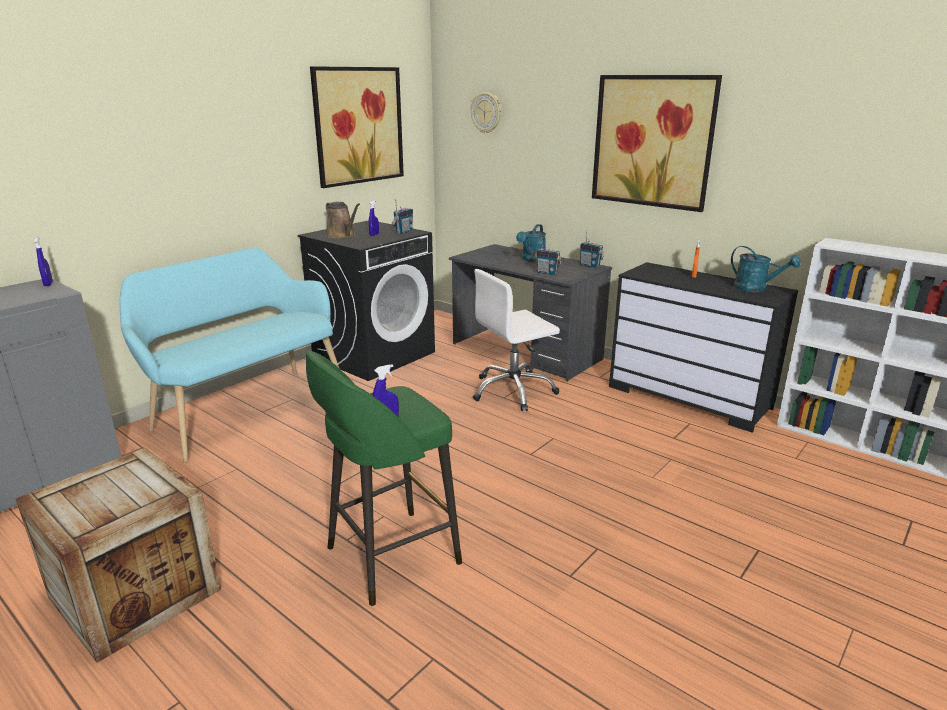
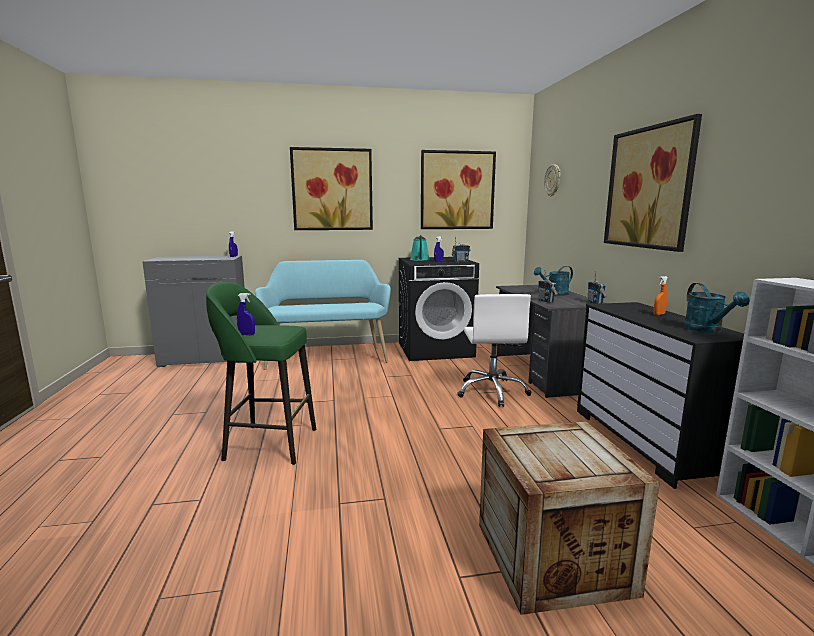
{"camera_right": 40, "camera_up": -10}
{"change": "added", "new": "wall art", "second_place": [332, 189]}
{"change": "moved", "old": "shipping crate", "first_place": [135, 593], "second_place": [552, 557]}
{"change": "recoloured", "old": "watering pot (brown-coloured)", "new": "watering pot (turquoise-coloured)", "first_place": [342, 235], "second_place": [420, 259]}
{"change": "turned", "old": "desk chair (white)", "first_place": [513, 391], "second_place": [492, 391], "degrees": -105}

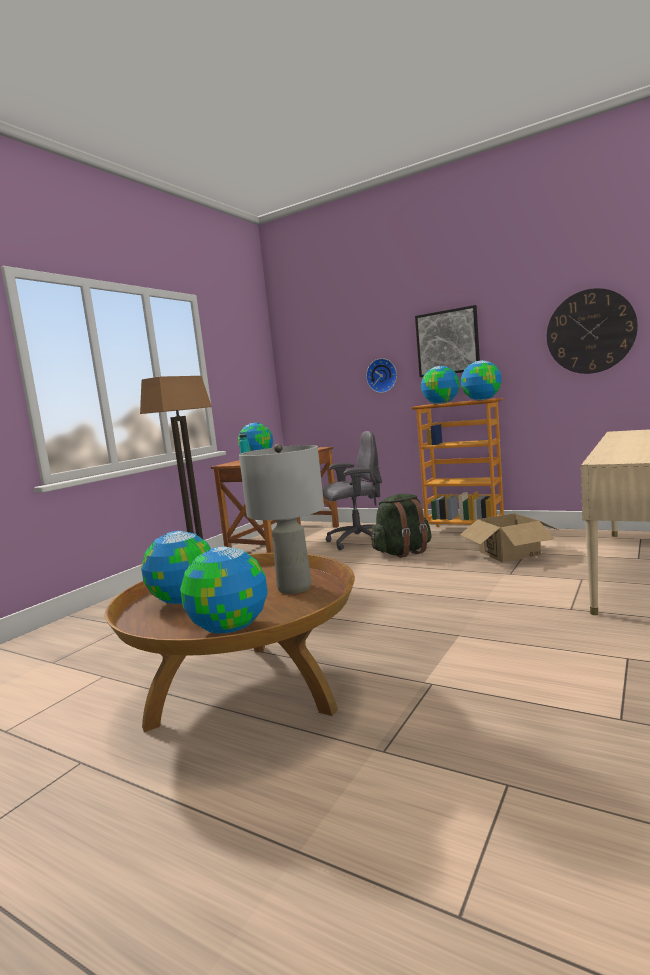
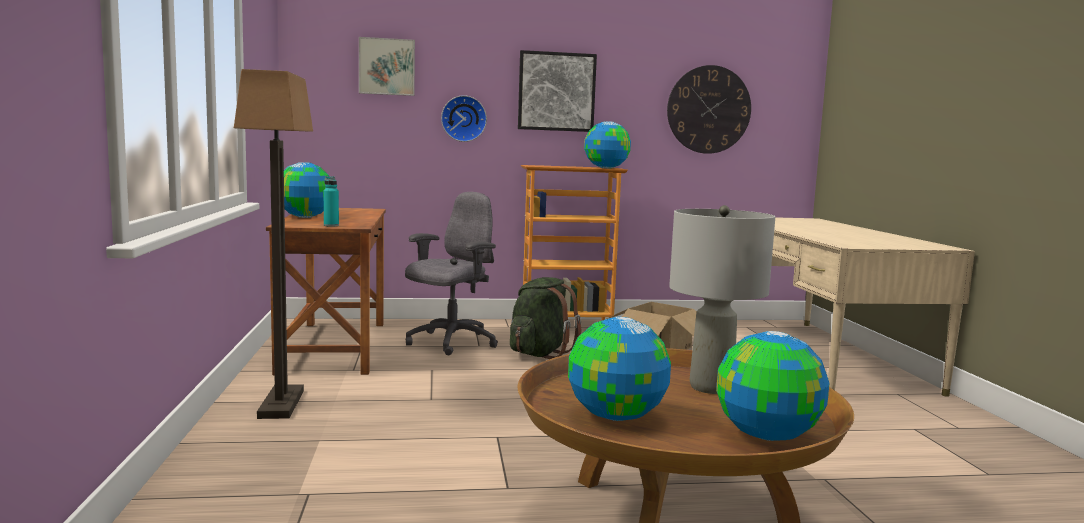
{"camera_right": -40, "camera_up": 0}
{"change": "removed", "old": "desk globe", "first_place": [441, 403]}
{"change": "added", "new": "wall art", "second_place": [387, 67]}

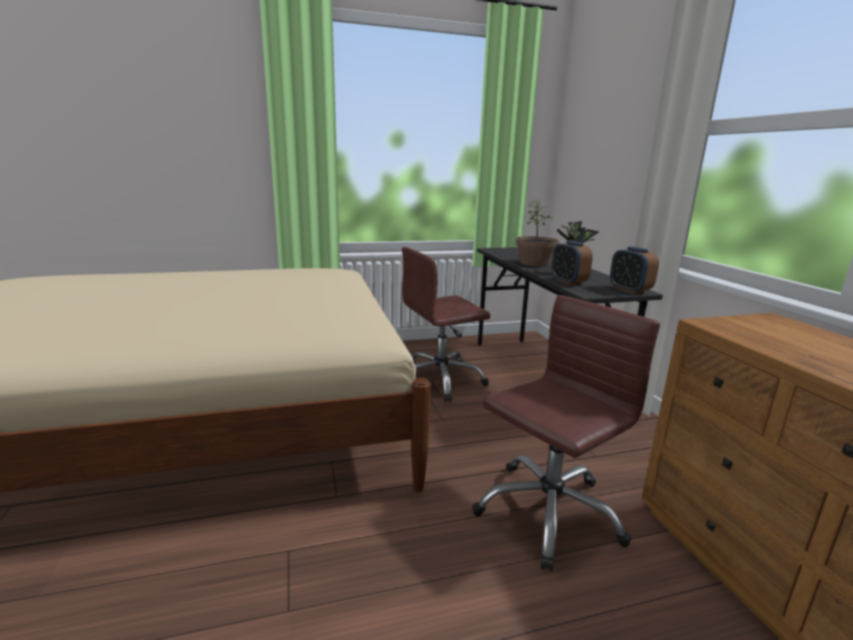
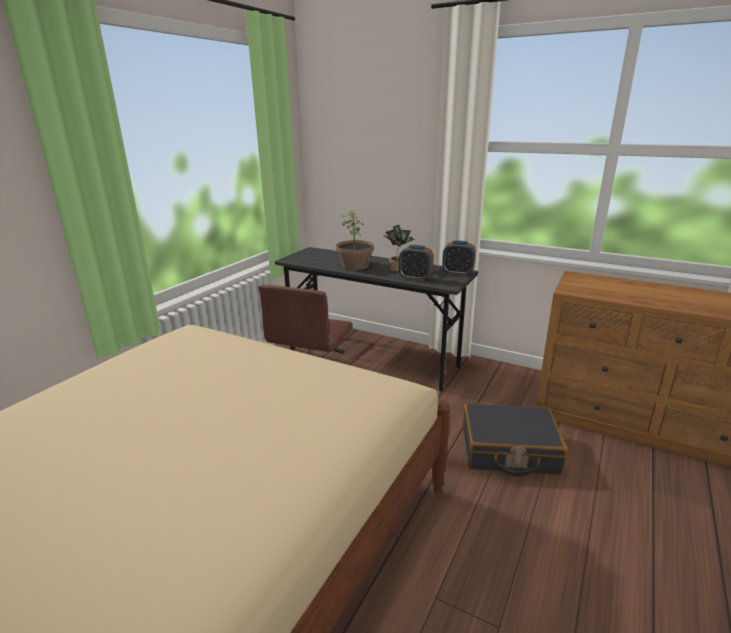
{"camera_right": -45, "camera_up": 5}
{"change": "replaced", "old": "desk chair (brown-coloured)", "new": "suitcase (black)", "first_place": [548, 511], "second_place": [509, 451]}

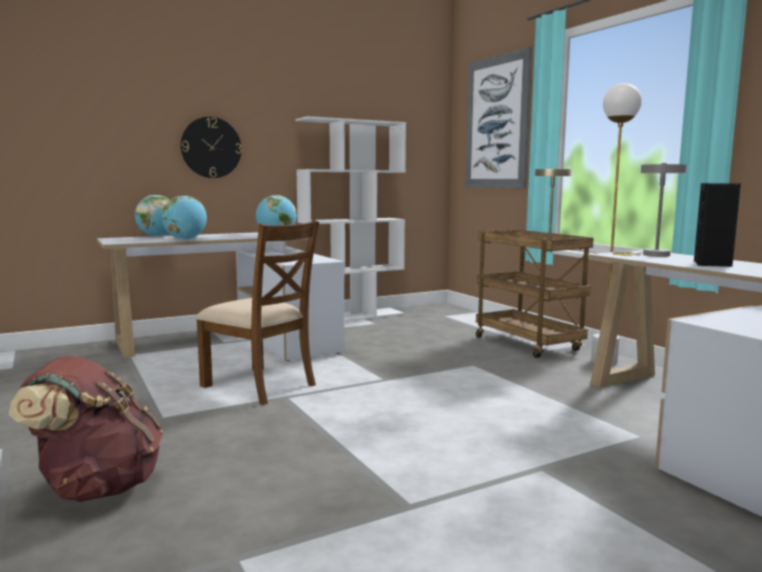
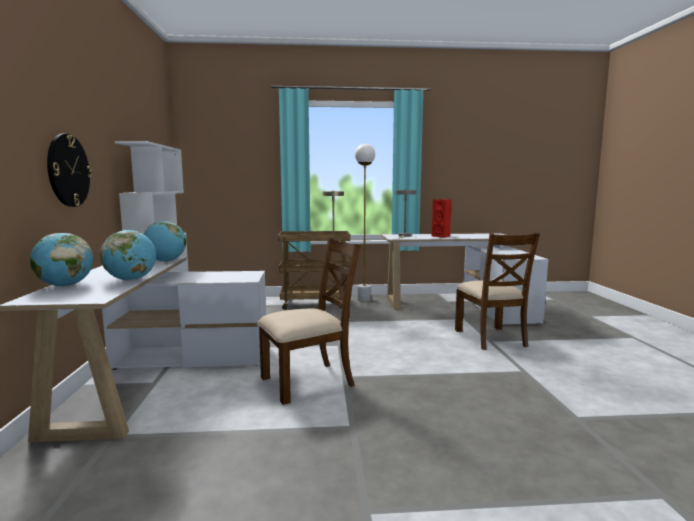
{"camera_right": -65, "camera_up": 0}
{"change": "removed", "old": "rucksack (brown-coloured)", "first_place": [96, 488]}
{"change": "removed", "old": "wall art", "first_place": [496, 122]}
{"change": "added", "new": "plain chair (brown-coloured)", "second_place": [491, 338]}
{"change": "recoloured", "old": "loudspeaker (black)", "new": "loudspeaker (red)", "first_place": [712, 264], "second_place": [441, 236]}

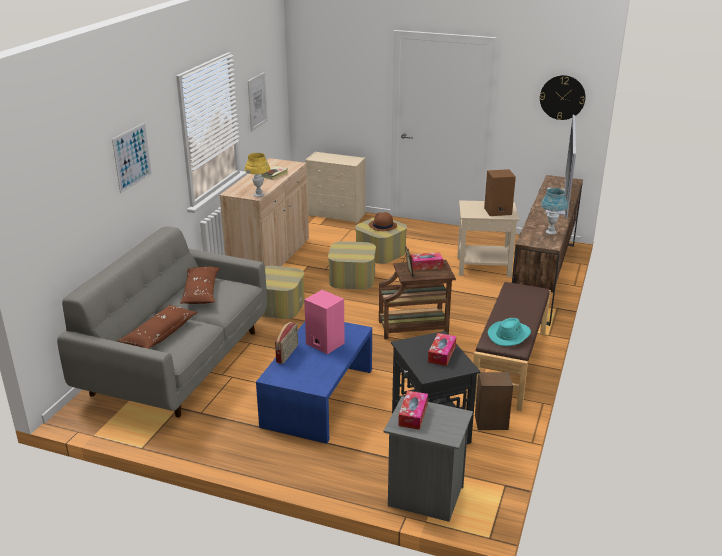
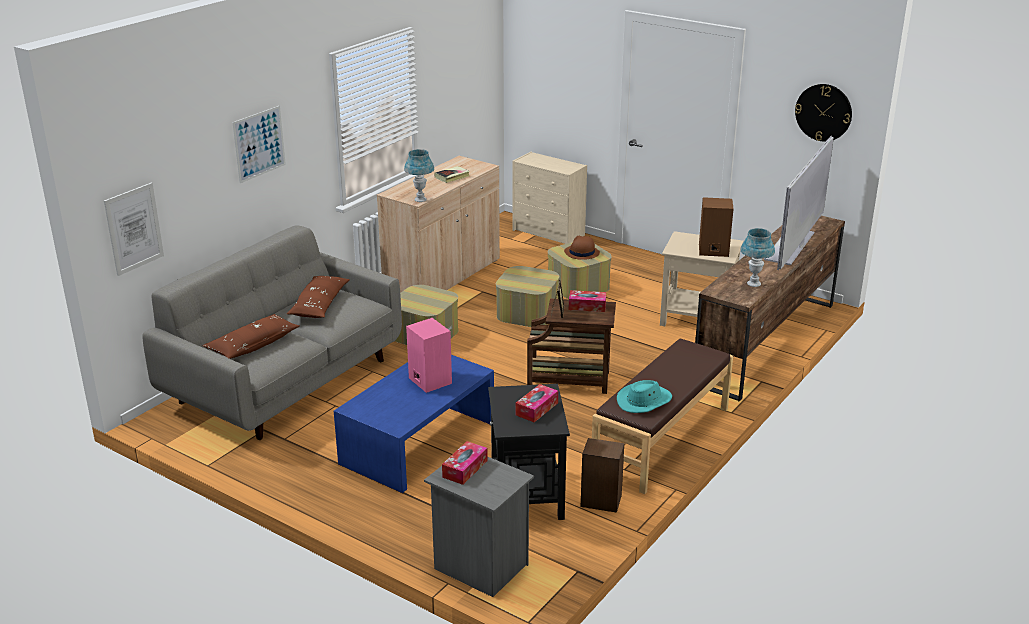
{"camera_right": 15, "camera_up": 0}
{"change": "removed", "old": "radio receiver", "first_place": [287, 354]}
{"change": "moved", "old": "wall art", "first_place": [257, 101], "second_place": [134, 229]}
{"change": "recoloured", "old": "tabletop lamp (yellow)", "new": "tabletop lamp (blue)", "first_place": [259, 195], "second_place": [420, 200]}

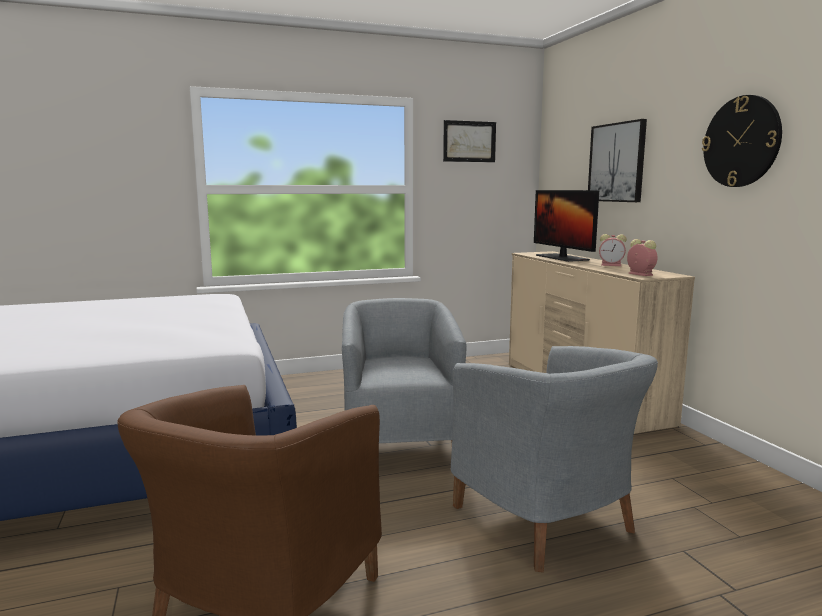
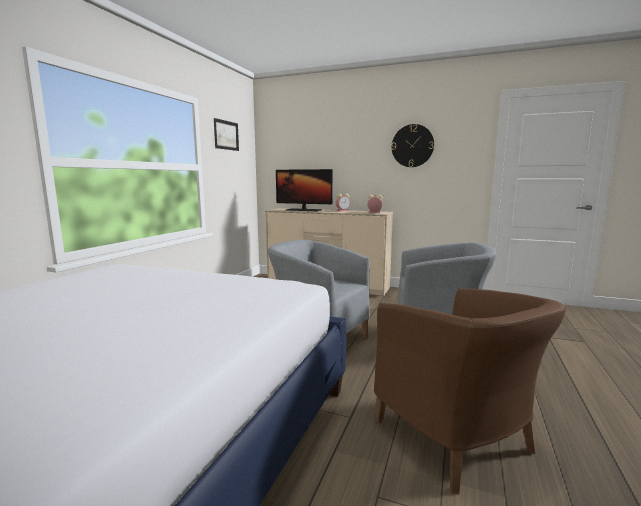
{"camera_right": -50, "camera_up": 0}
{"change": "removed", "old": "wall art", "first_place": [617, 162]}

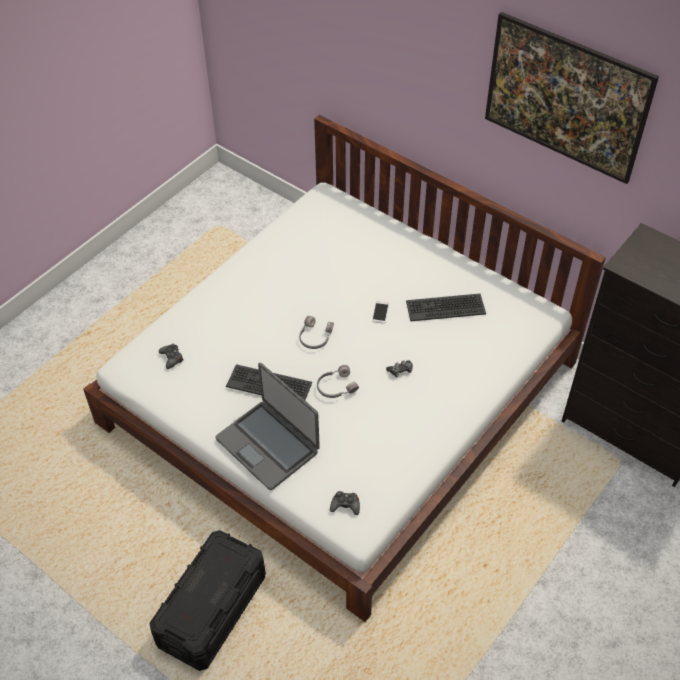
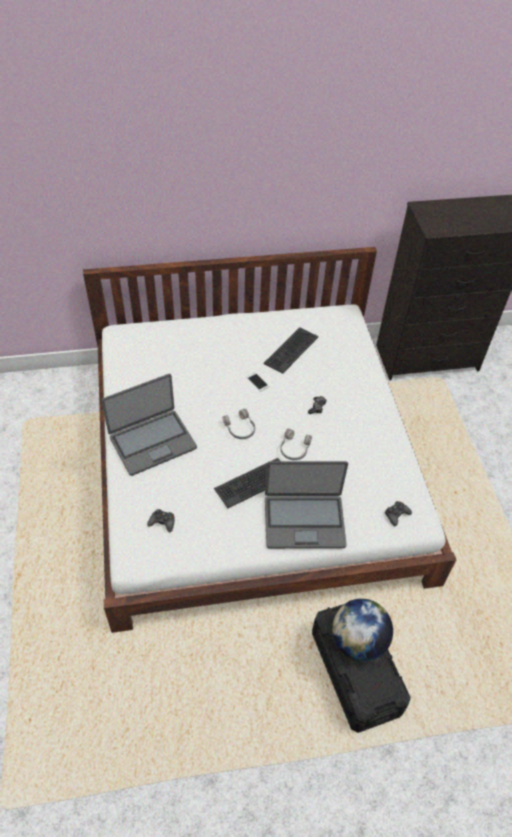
{"camera_right": -50, "camera_up": 0}
{"change": "removed", "old": "wall art", "first_place": [560, 123]}
{"change": "added", "new": "notebook computer", "second_place": [152, 442]}
{"change": "added", "new": "desk globe", "second_place": [358, 641]}

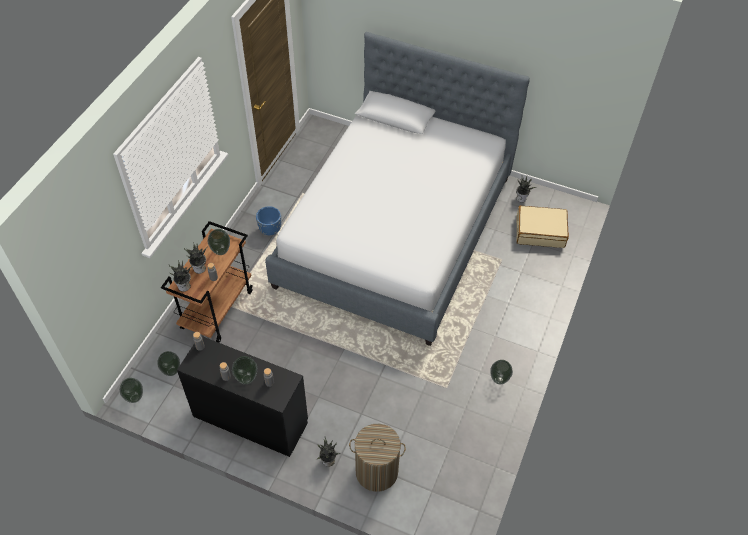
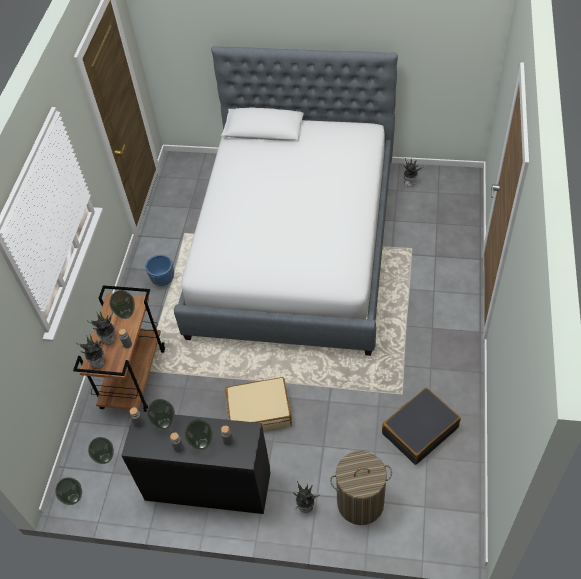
{"camera_right": -10, "camera_up": 0}
{"change": "added", "new": "suitcase (black)", "second_place": [419, 430]}
{"change": "moved", "old": "decorative vase", "first_place": [499, 380], "second_place": [165, 424]}
{"change": "moved", "old": "suitcase (beige-coloured)", "first_place": [540, 232], "second_place": [259, 411]}

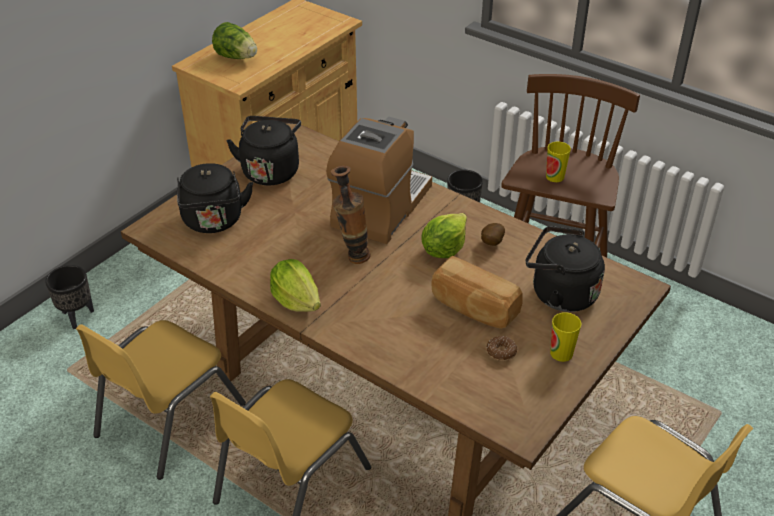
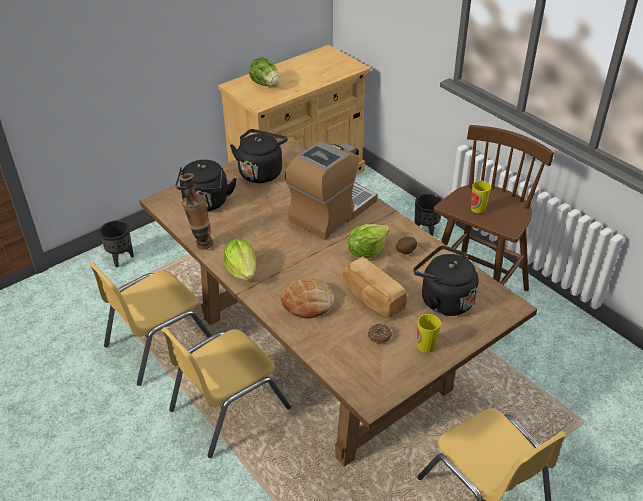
{"camera_right": 15, "camera_up": 0}
{"change": "added", "new": "bread", "second_place": [308, 302]}
{"change": "moved", "old": "decorative vase", "first_place": [352, 256], "second_place": [201, 243]}

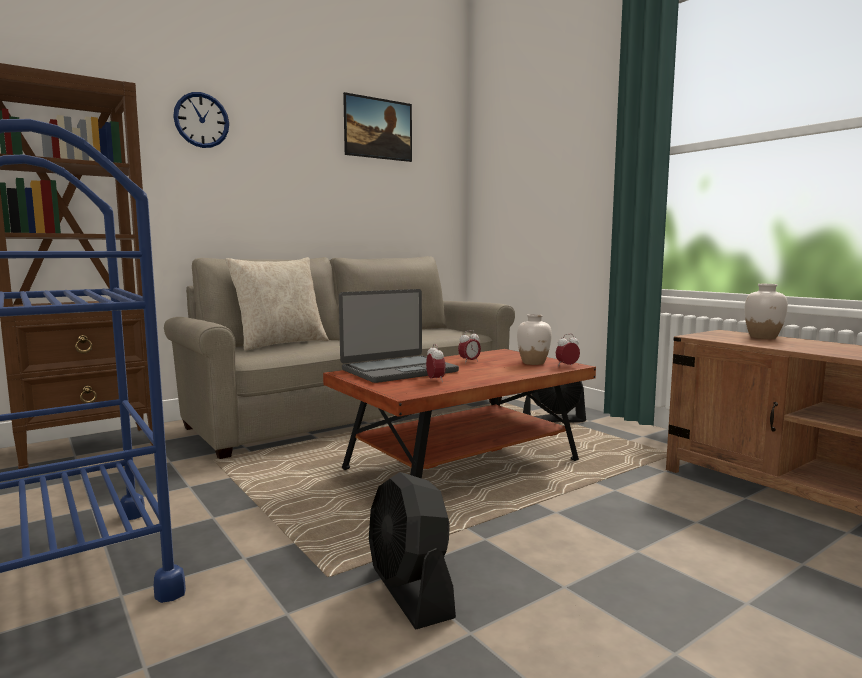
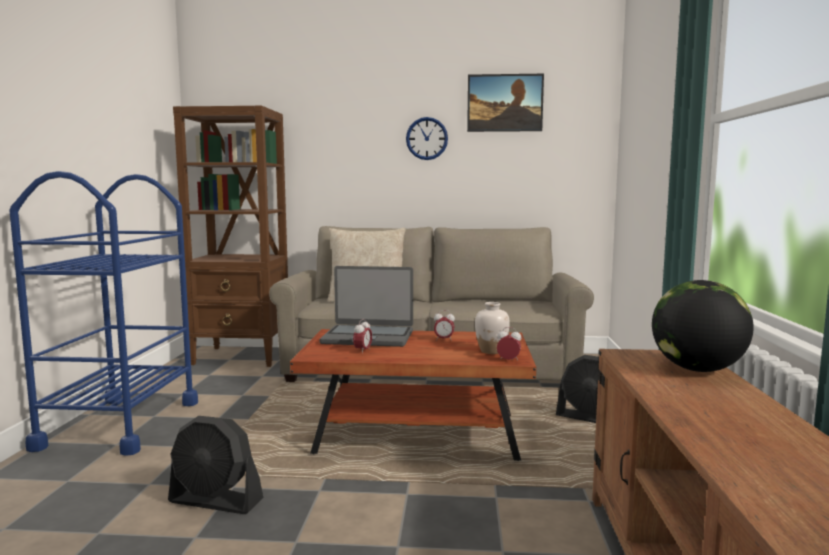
{"camera_right": 40, "camera_up": 0}
{"change": "moved", "old": "wall clock", "first_place": [201, 120], "second_place": [427, 138]}
{"change": "replaced", "old": "decorative vase (white)", "new": "desk globe", "first_place": [763, 337], "second_place": [697, 369]}
{"change": "turned", "old": "fan (black)", "first_place": [410, 592], "second_place": [216, 501], "degrees": -90}

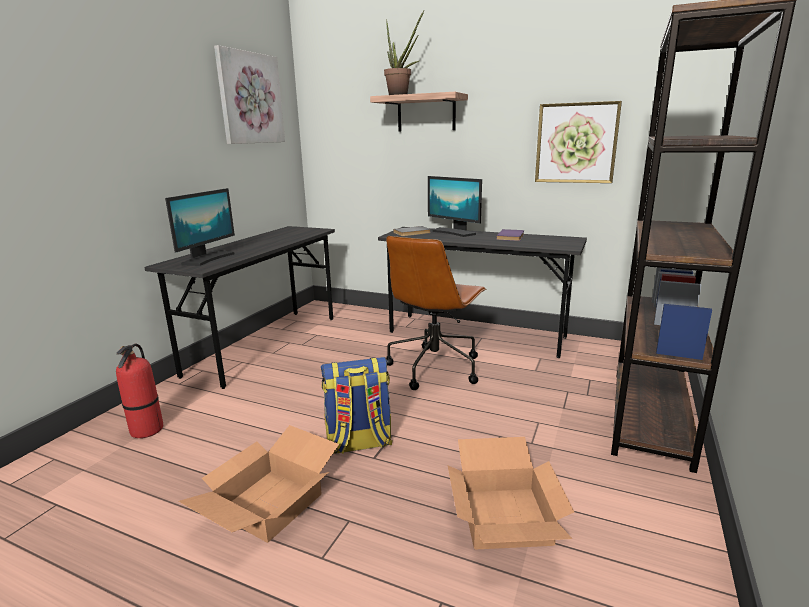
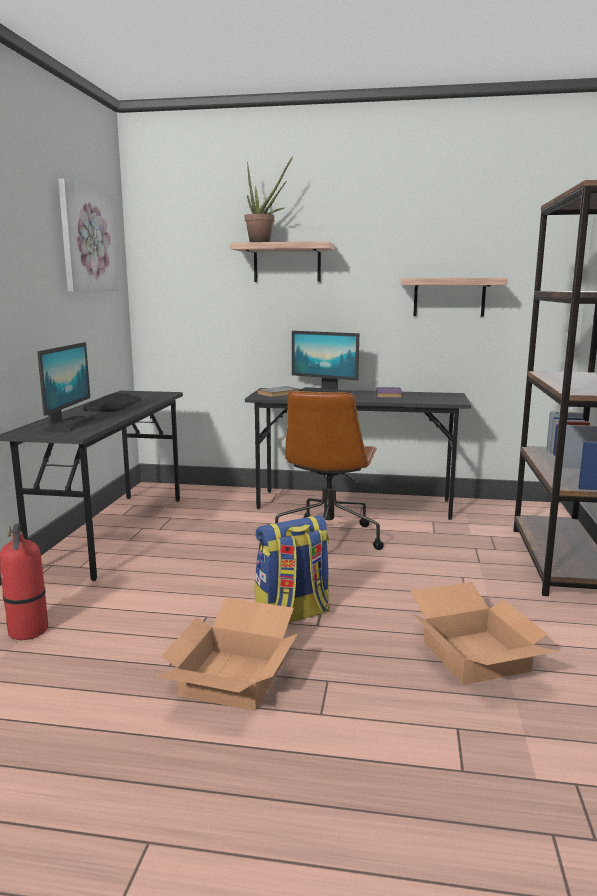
{"camera_right": -15, "camera_up": -5}
{"change": "added", "new": "keyboard", "second_place": [114, 404]}
{"change": "replaced", "old": "wall art", "new": "wall shelf", "first_place": [576, 143], "second_place": [449, 297]}

